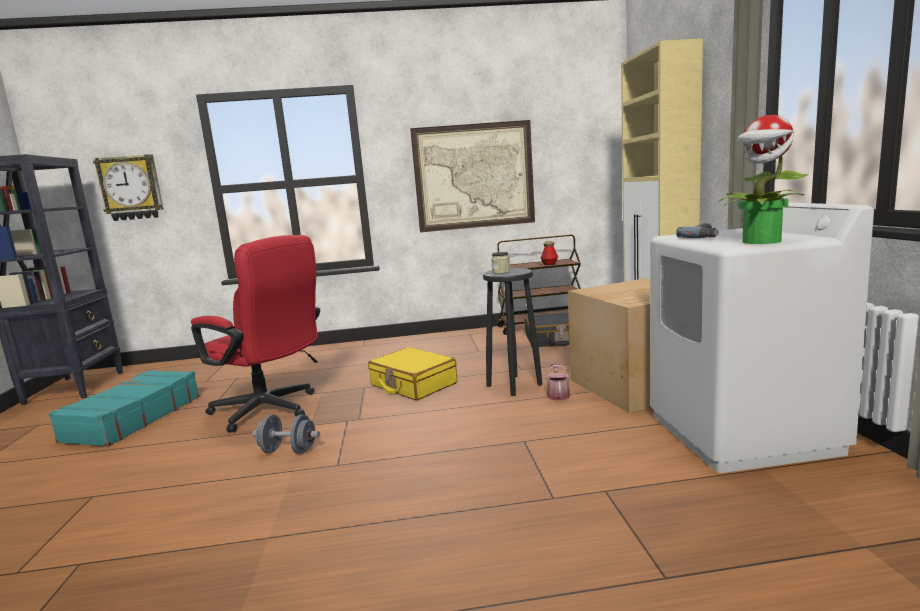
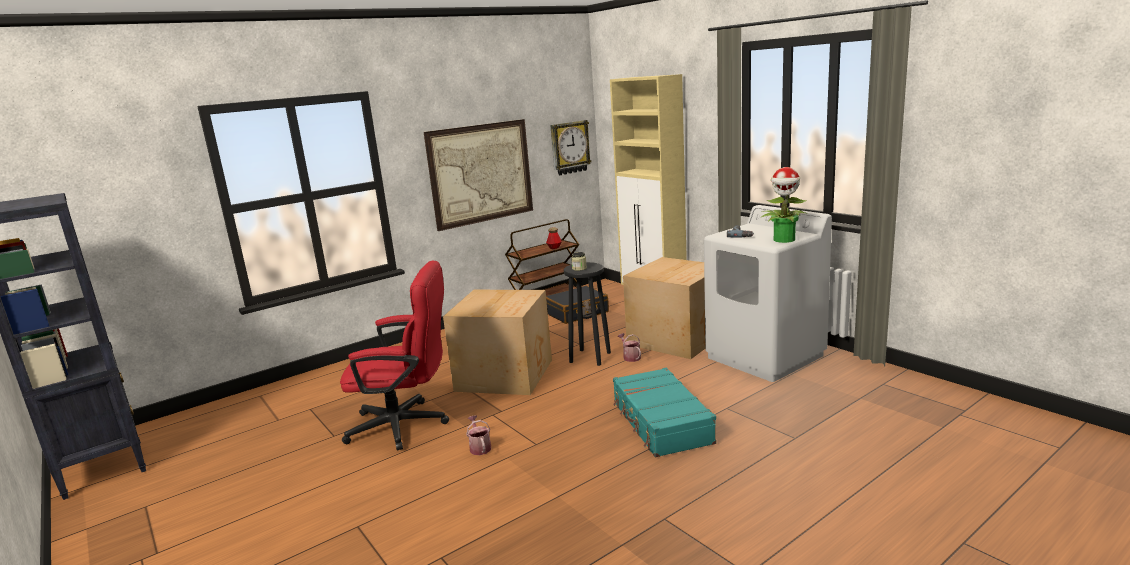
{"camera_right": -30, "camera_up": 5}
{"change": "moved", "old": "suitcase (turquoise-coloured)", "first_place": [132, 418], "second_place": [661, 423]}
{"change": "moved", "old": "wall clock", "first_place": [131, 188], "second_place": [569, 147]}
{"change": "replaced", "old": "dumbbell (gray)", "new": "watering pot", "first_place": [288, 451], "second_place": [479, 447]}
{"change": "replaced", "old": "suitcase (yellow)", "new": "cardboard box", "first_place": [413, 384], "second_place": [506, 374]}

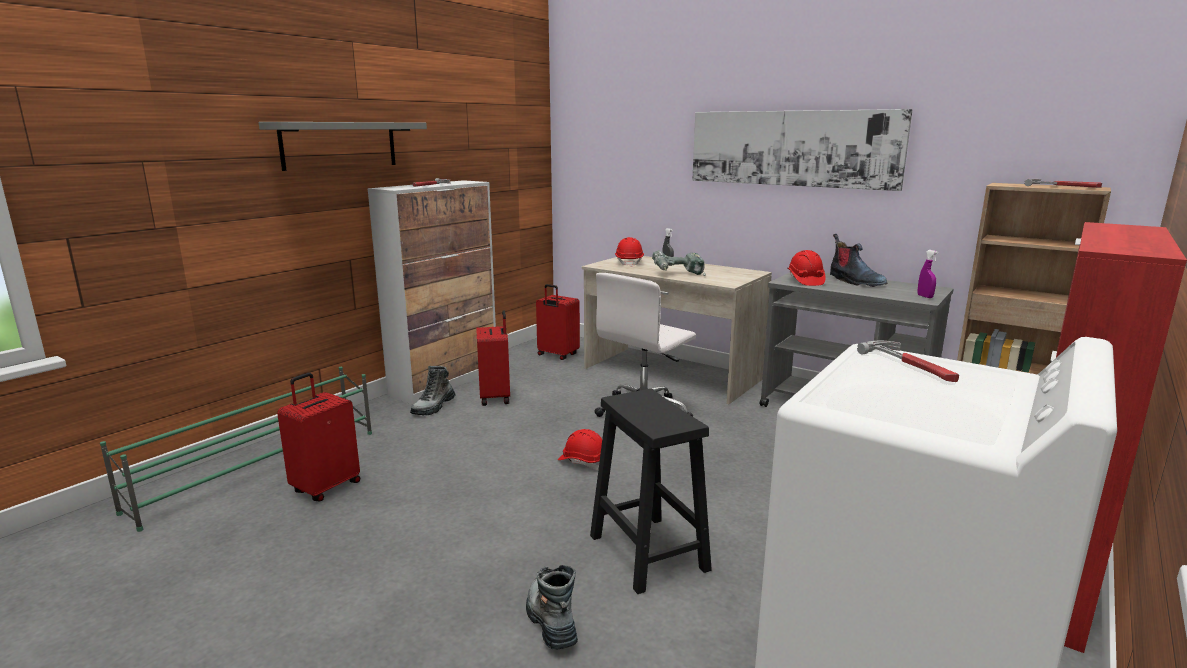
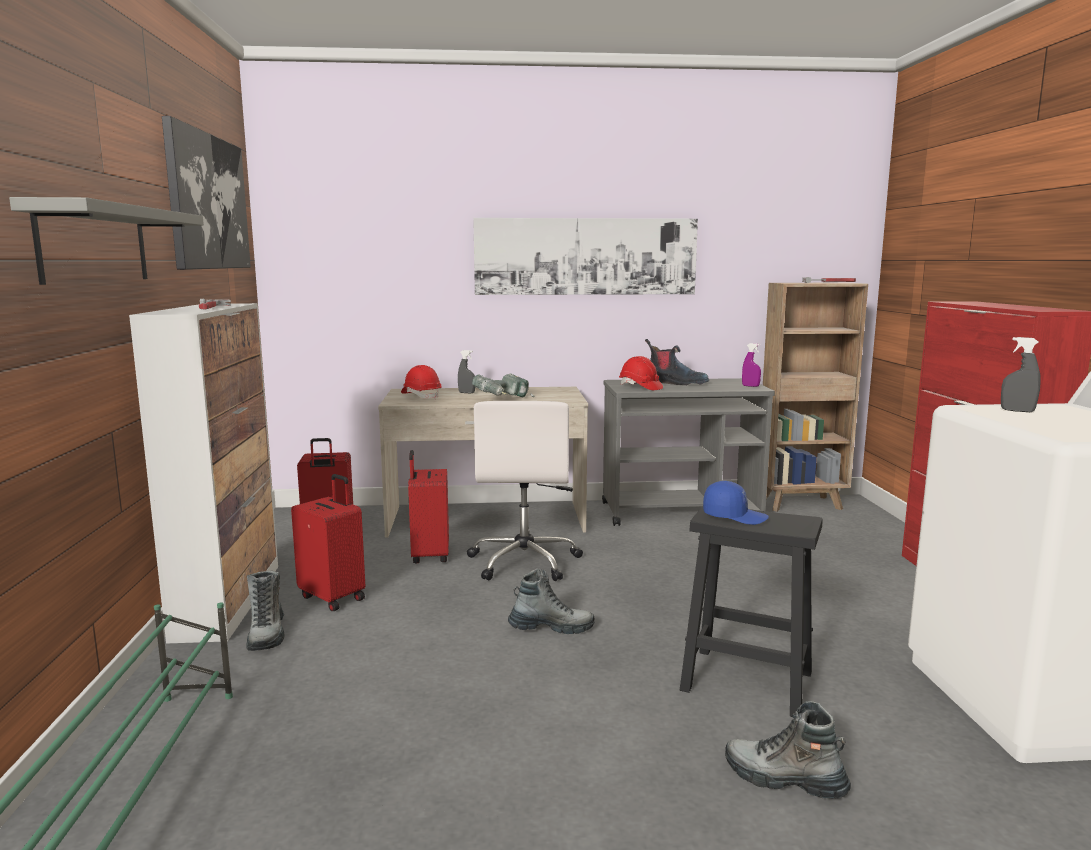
{"camera_right": -40, "camera_up": -5}
{"change": "added", "new": "wall art", "second_place": [208, 202]}
{"change": "added", "new": "peaked cap (blue)", "second_place": [734, 516]}
{"change": "moved", "old": "suitcase (red)", "first_place": [325, 487], "second_place": [429, 556]}
{"change": "replaced", "old": "hard hat (red)", "new": "high-top boot", "first_place": [583, 461], "second_place": [551, 628]}
{"change": "replaced", "old": "hand hammer", "new": "hand sprayer (gray)", "first_place": [911, 366], "second_place": [1017, 411]}

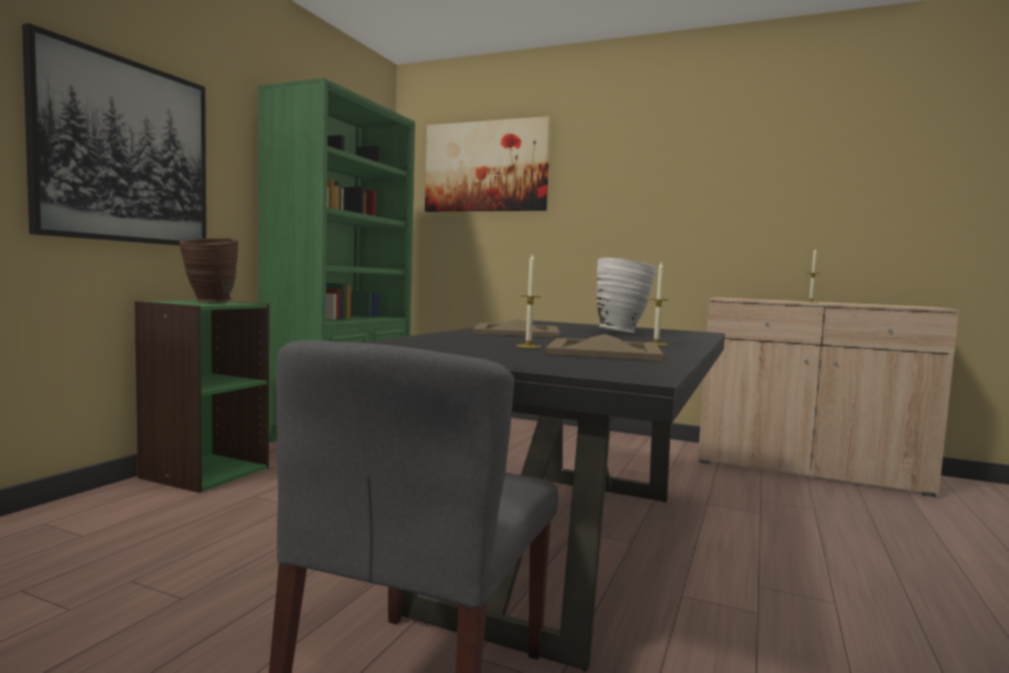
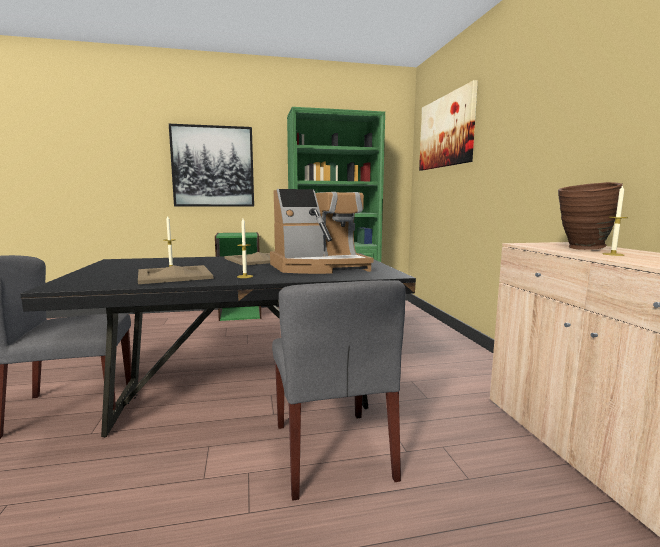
{"camera_right": 55, "camera_up": 5}
{"change": "added", "new": "plain chair (gray)", "second_place": [332, 451]}
{"change": "moved", "old": "decorative vase (brown-coloured)", "first_place": [209, 302], "second_place": [582, 249]}
{"change": "replaced", "old": "decorative vase (white)", "new": "coffee maker", "first_place": [622, 332], "second_place": [319, 267]}

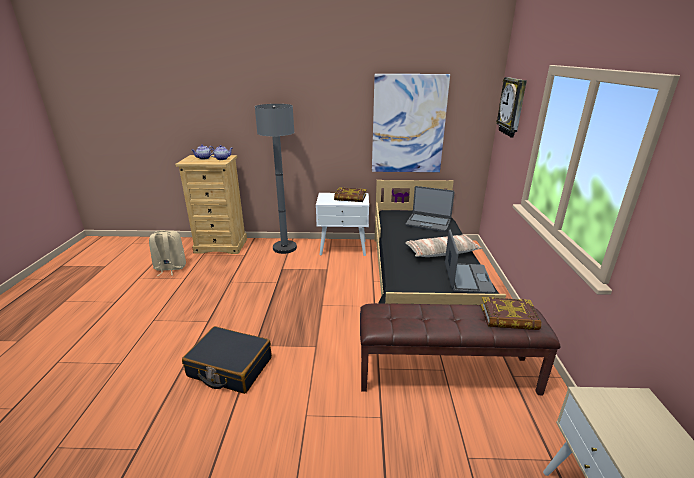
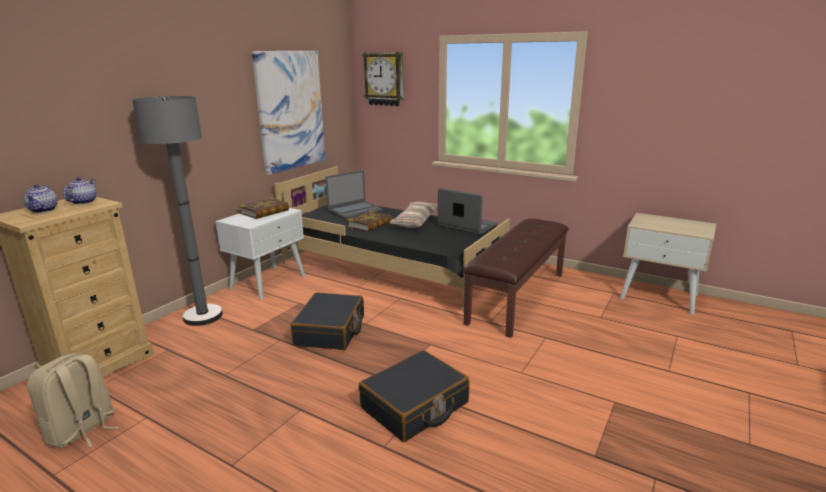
{"camera_right": -60, "camera_up": -5}
{"change": "added", "new": "suitcase (black)", "second_place": [330, 331]}
{"change": "moved", "old": "volume", "first_place": [509, 318], "second_place": [370, 225]}

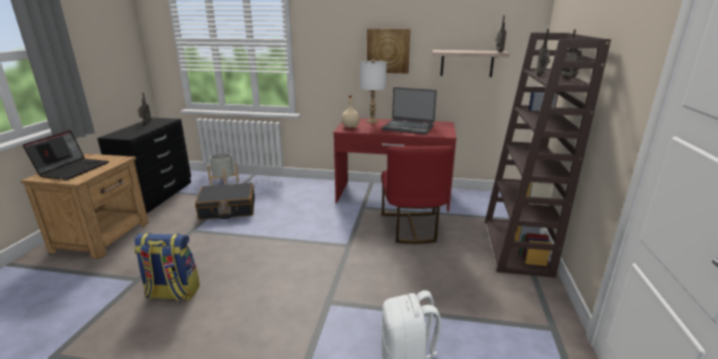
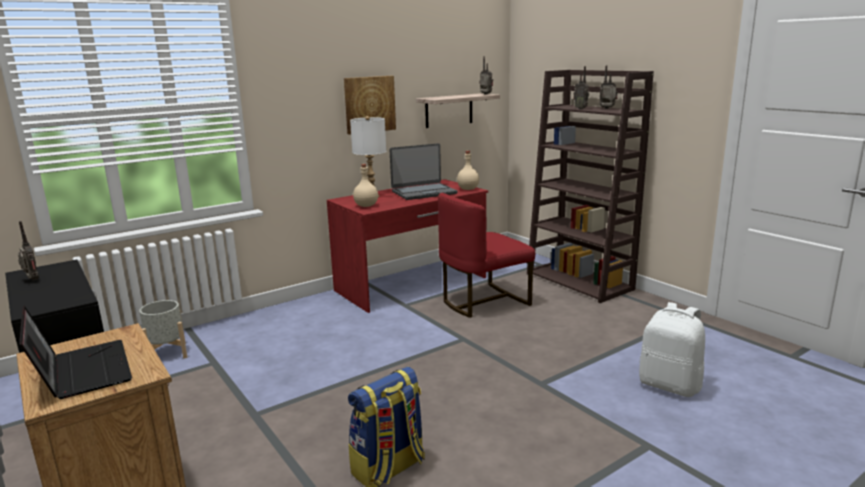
{"camera_right": -45, "camera_up": -5}
{"change": "removed", "old": "suitcase (black)", "first_place": [227, 209]}
{"change": "added", "new": "drink bottle (beige-coloured)", "second_place": [467, 189]}
{"change": "turned", "old": "plain chair (red)", "first_place": [411, 227], "second_place": [483, 301], "degrees": 105}

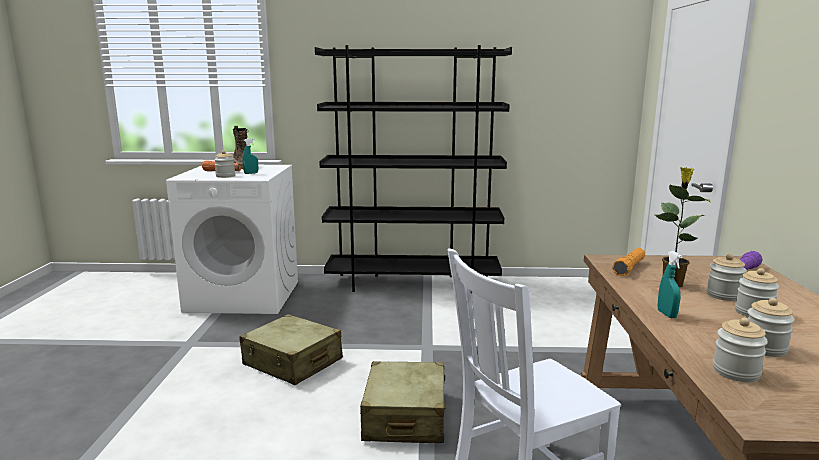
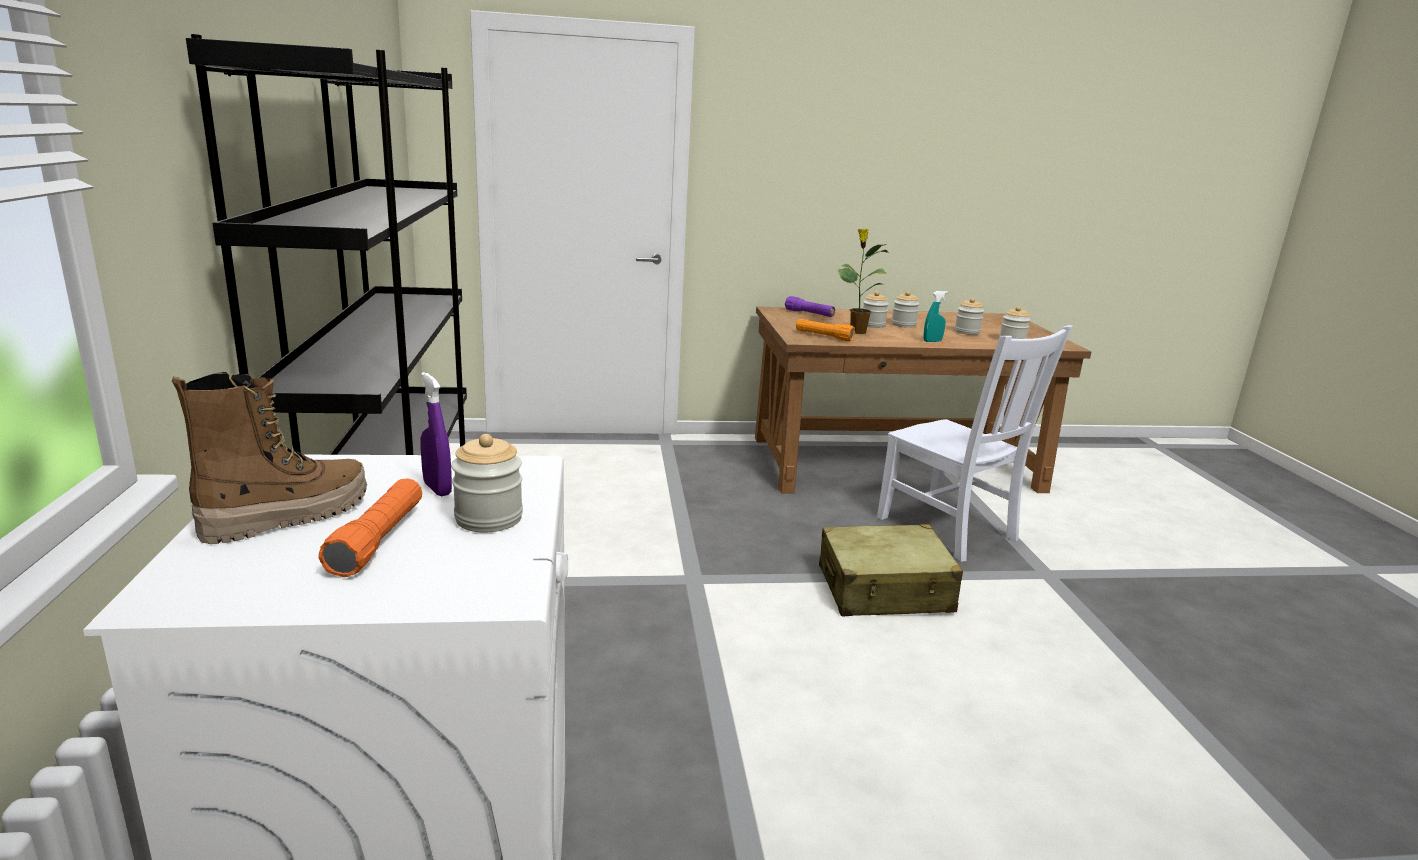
{"camera_right": -100, "camera_up": 5}
{"change": "removed", "old": "suitcase (beige-coloured)", "first_place": [292, 362]}
{"change": "recoloured", "old": "hand sprayer (turquoise-coloured)", "new": "hand sprayer (purple-coloured)", "first_place": [251, 173], "second_place": [437, 489]}

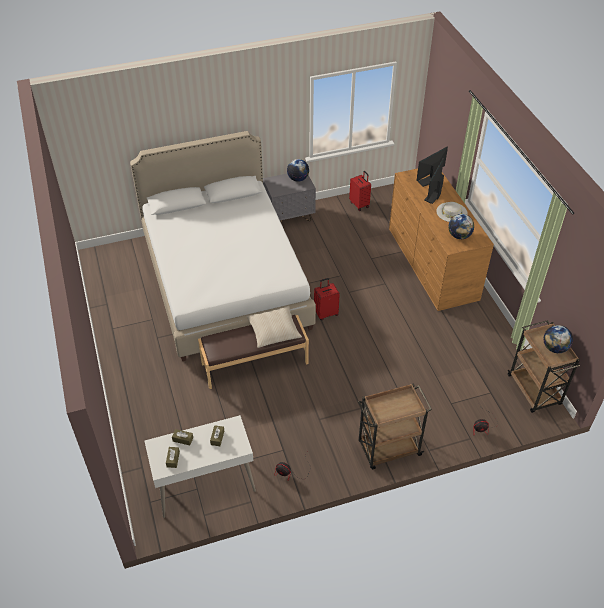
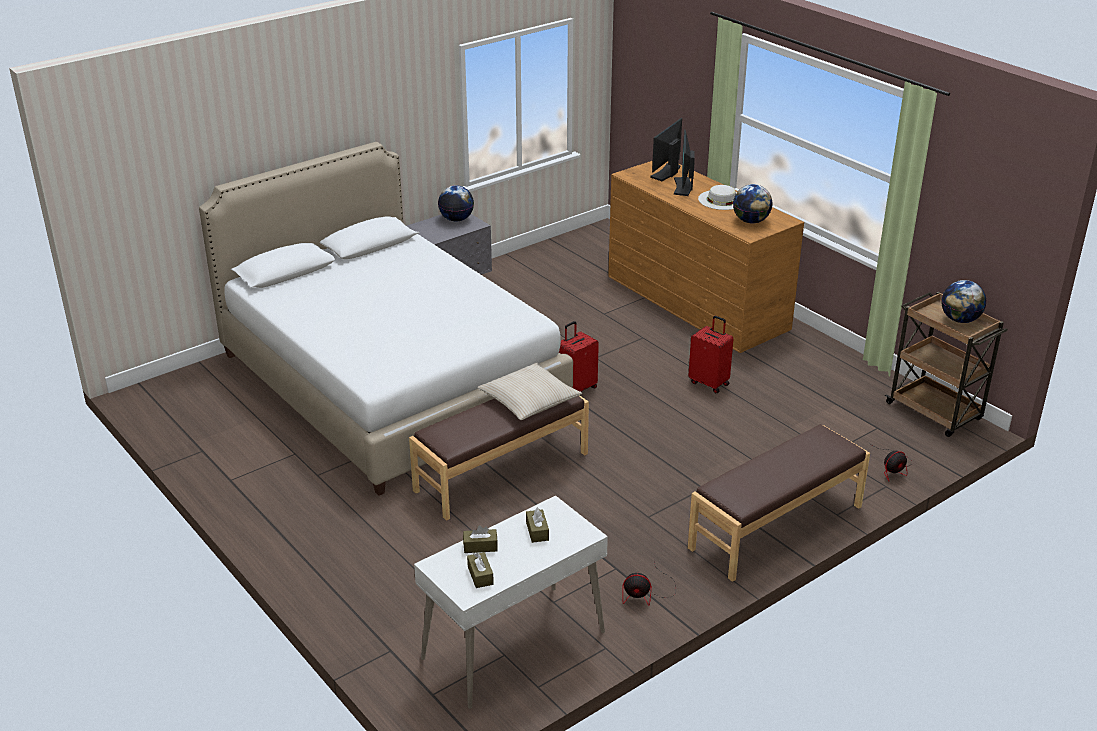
{"camera_right": -20, "camera_up": -15}
{"change": "moved", "old": "suitcase (red)", "first_place": [359, 204], "second_place": [709, 383]}
{"change": "replaced", "old": "cart (brown-coloured)", "new": "long seat (brown-coloured)", "first_place": [388, 449], "second_place": [777, 527]}

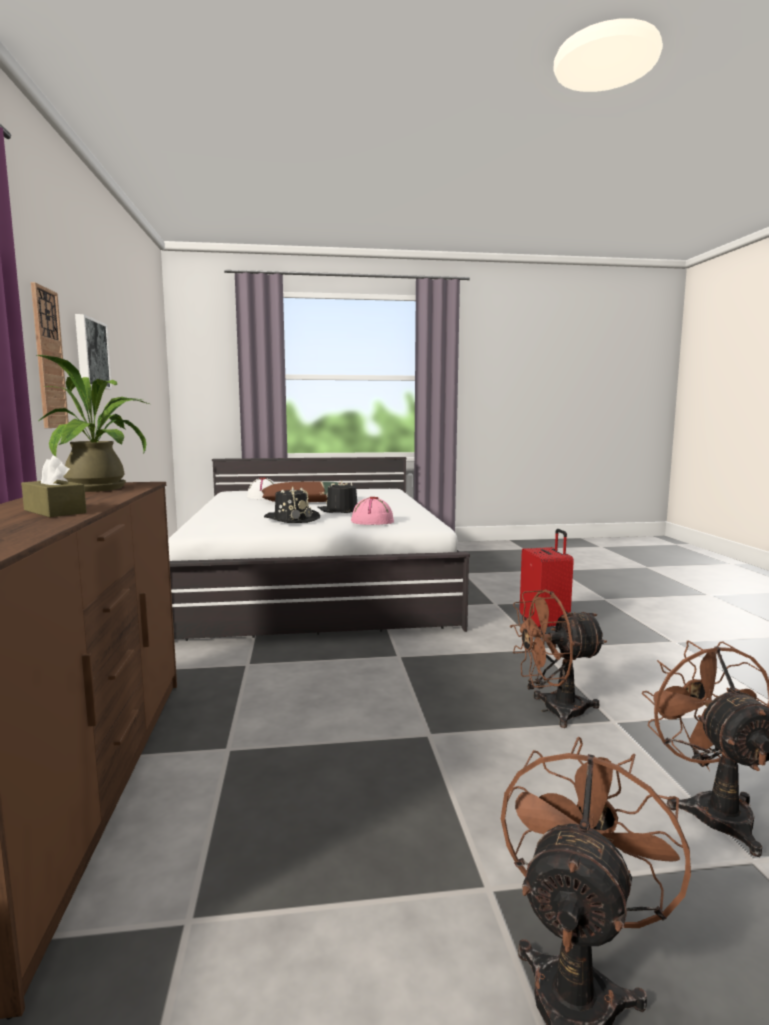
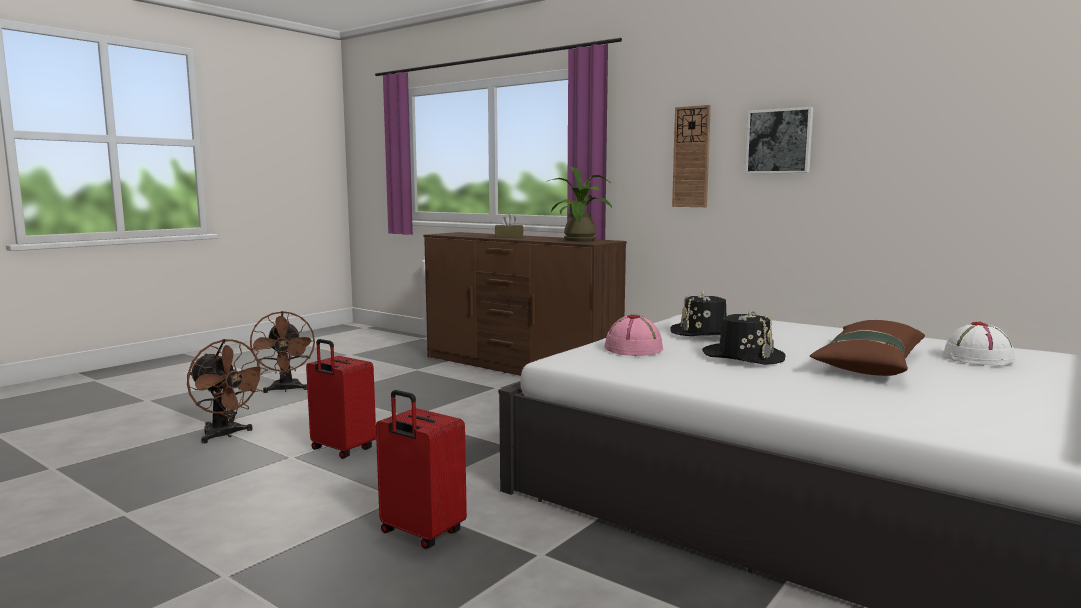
{"camera_right": 135, "camera_up": 0}
{"change": "replaced", "old": "fan (brown-coloured)", "new": "suitcase (red)", "first_place": [553, 711], "second_place": [341, 450]}

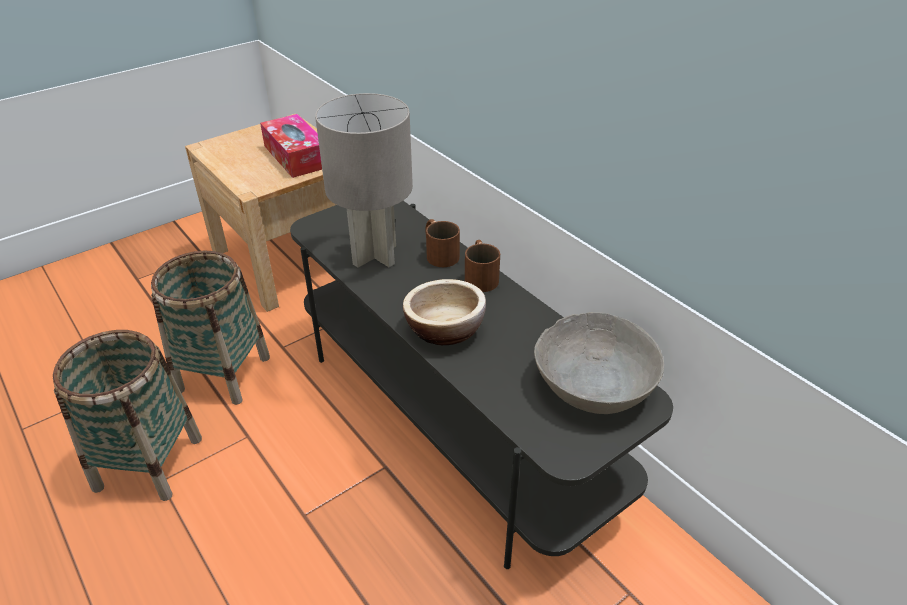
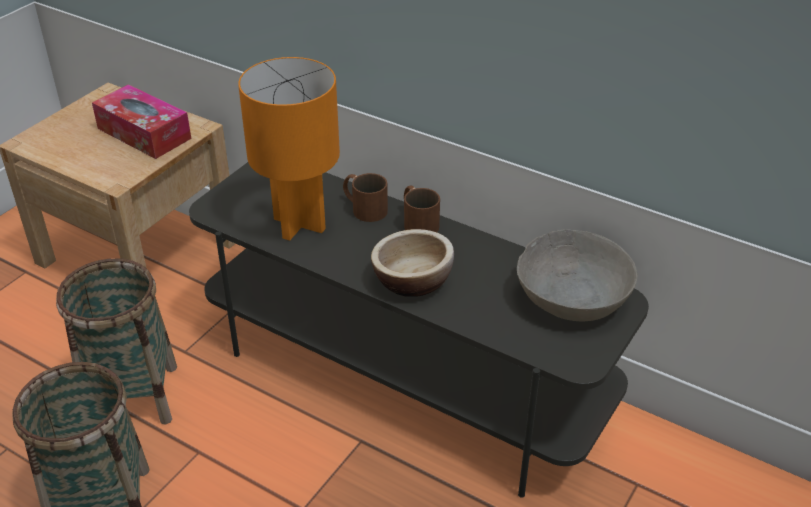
{"camera_right": -20, "camera_up": 0}
{"change": "recoloured", "old": "tabletop lamp (gray)", "new": "tabletop lamp (orange-coloured)", "first_place": [374, 254], "second_place": [299, 223]}

